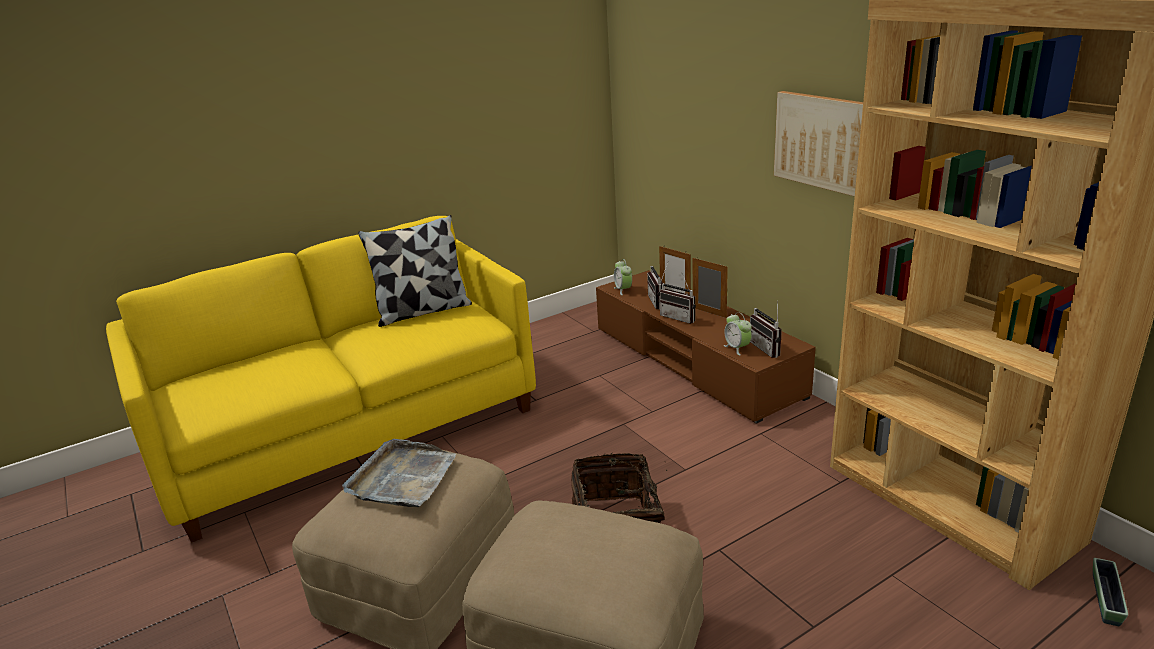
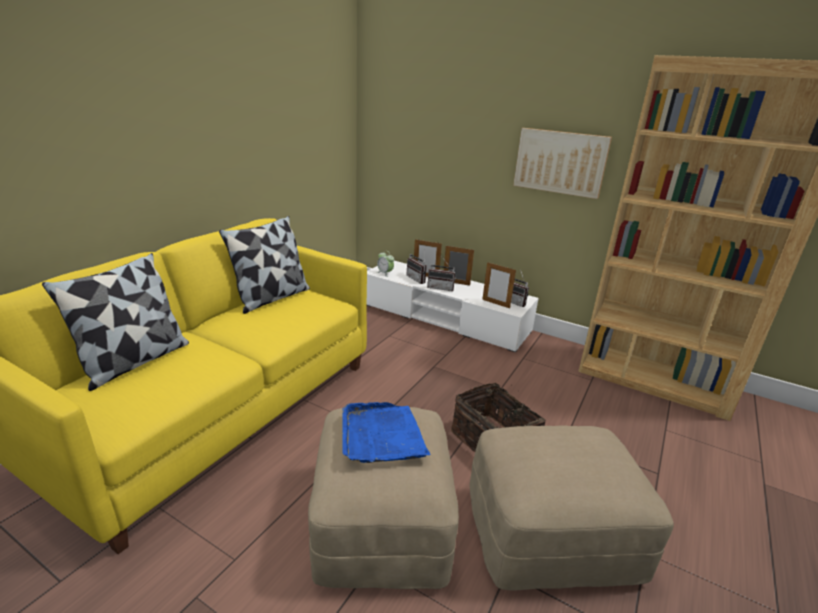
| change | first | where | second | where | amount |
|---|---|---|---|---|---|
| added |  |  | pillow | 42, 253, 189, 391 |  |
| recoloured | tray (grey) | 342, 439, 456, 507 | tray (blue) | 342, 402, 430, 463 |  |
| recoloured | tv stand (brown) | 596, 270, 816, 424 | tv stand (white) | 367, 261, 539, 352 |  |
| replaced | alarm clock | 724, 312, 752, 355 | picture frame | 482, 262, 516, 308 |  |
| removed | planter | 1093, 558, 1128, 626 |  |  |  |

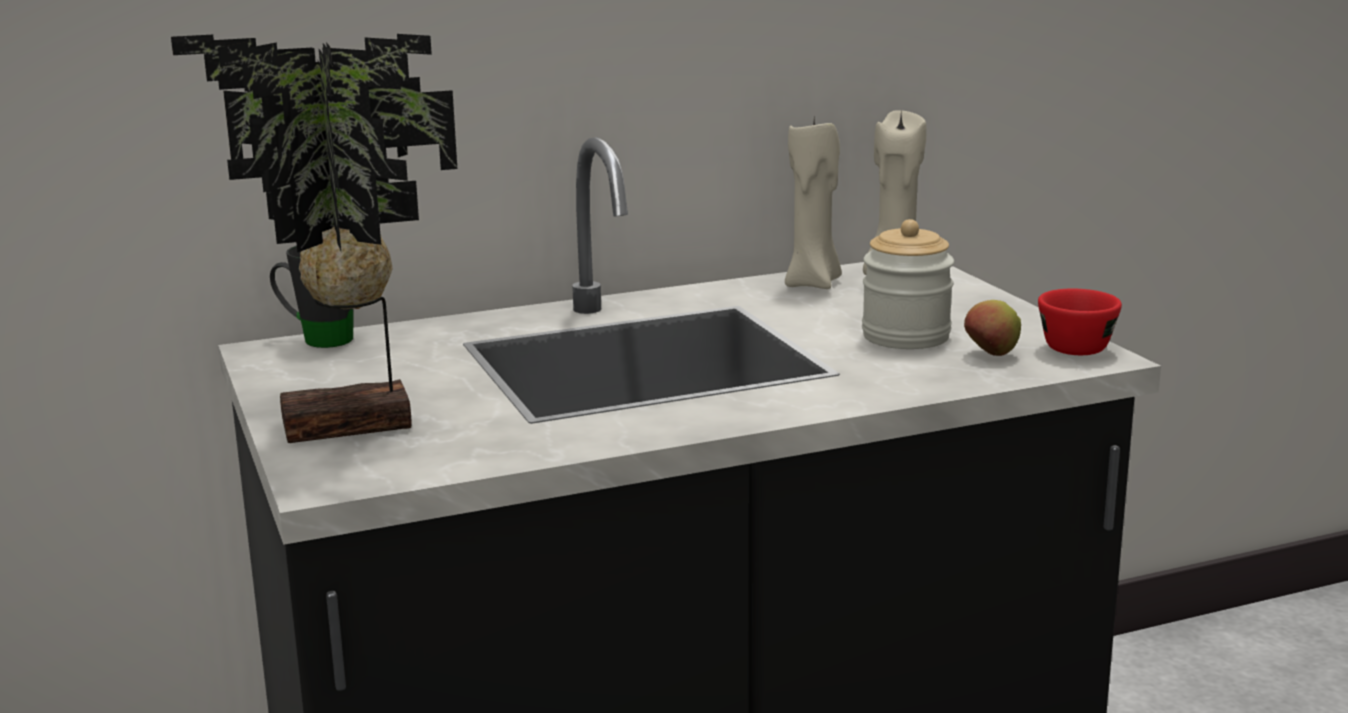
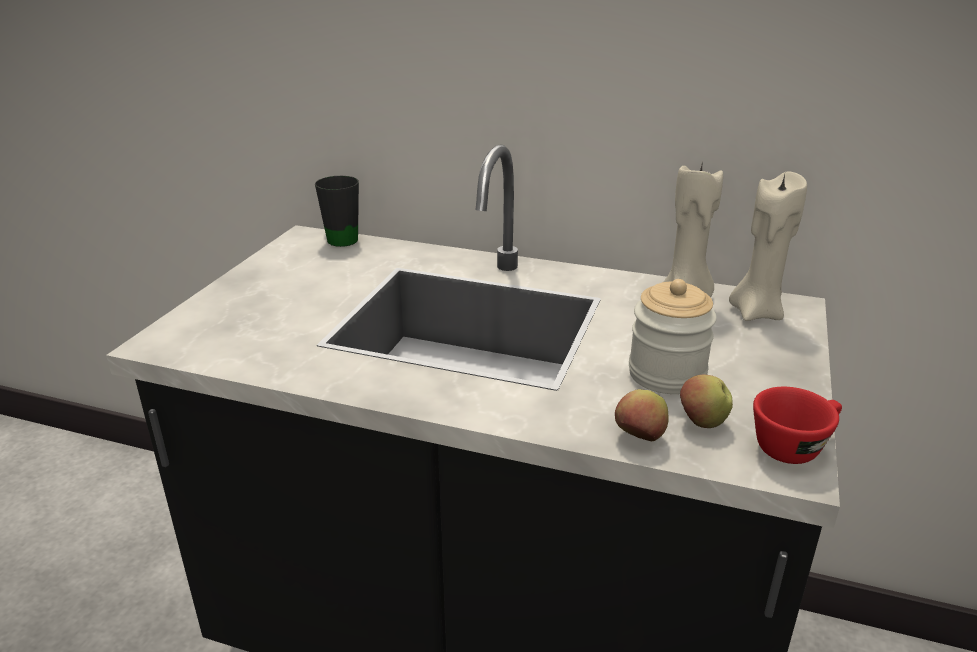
| change | first | where | second | where | amount |
|---|---|---|---|---|---|
| added |  |  | apple | 615, 389, 669, 441 |  |
| removed | potted plant | 171, 34, 457, 443 |  |  |  |

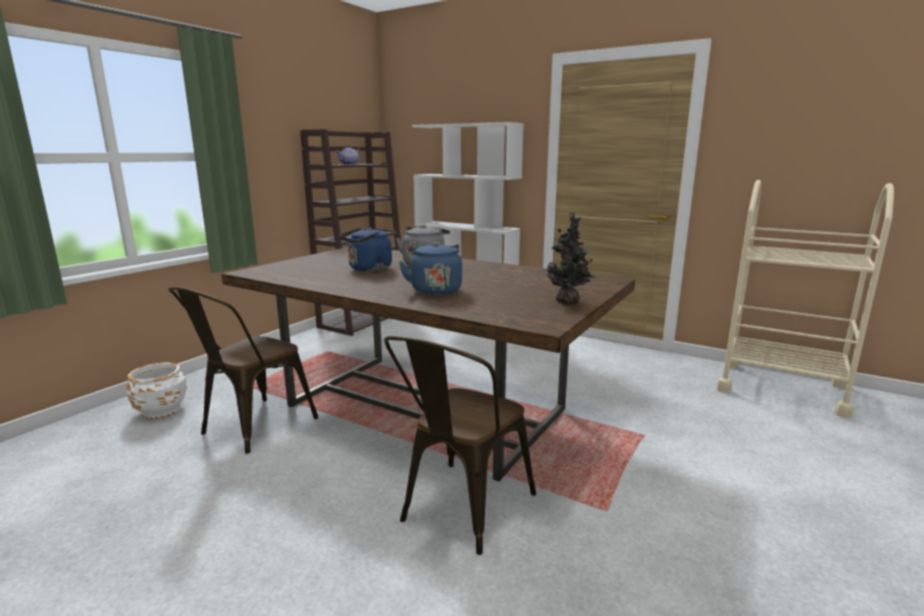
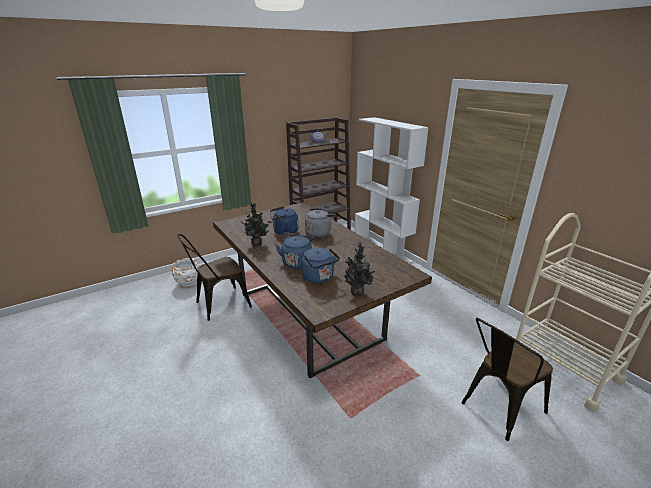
| change | first | where | second | where | amount |
|---|---|---|---|---|---|
| added |  |  | potted plant | 242, 202, 272, 245 |  |
| added |  |  | kettle (blue) | 301, 248, 340, 283 |  |
| moved | chair (brown) | 384, 336, 536, 555 |  | 461, 317, 553, 441 |  |

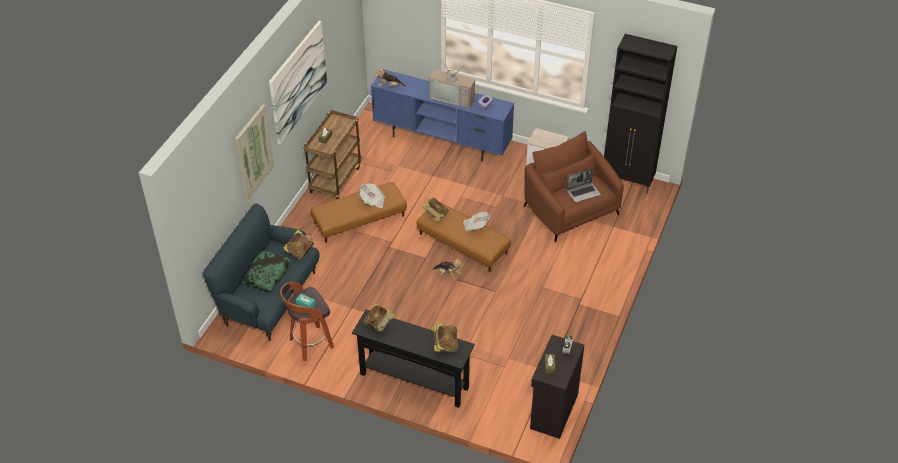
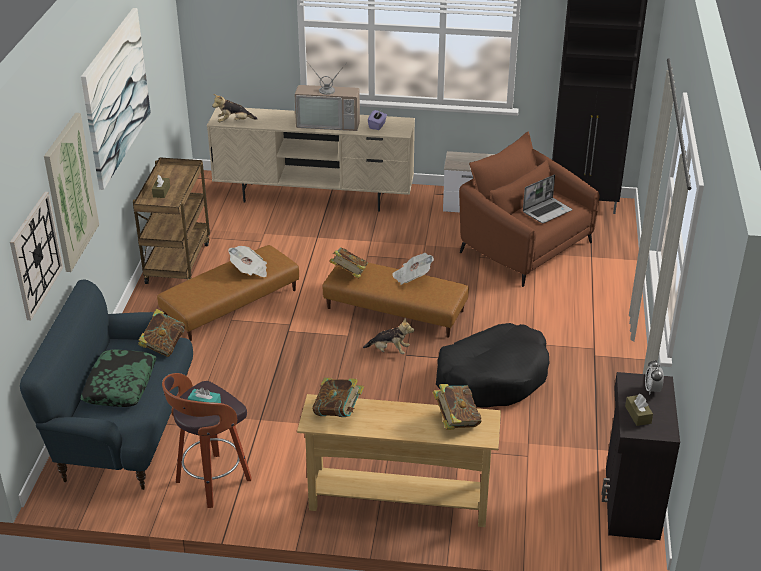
| change | first | where | second | where | amount |
|---|---|---|---|---|---|
| added |  |  | wall clock | 10, 192, 63, 320 |  |
| recoloured | tv stand (blue) | 371, 69, 514, 162 | tv stand (beige) | 207, 107, 415, 212 |  |
| recoloured | console table (black) | 352, 309, 475, 408 | console table (beige) | 297, 394, 501, 527 |  |
| added |  |  | dog bed (black) | 436, 323, 549, 408 |  |

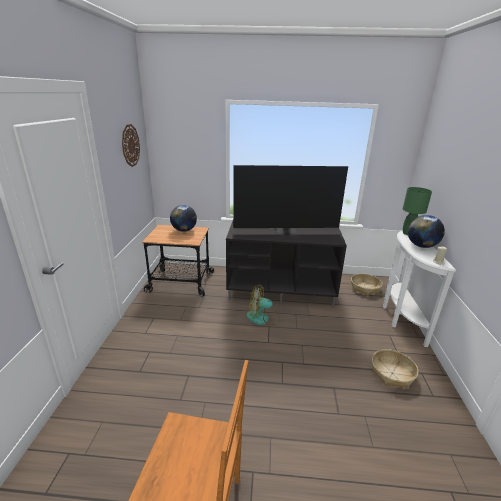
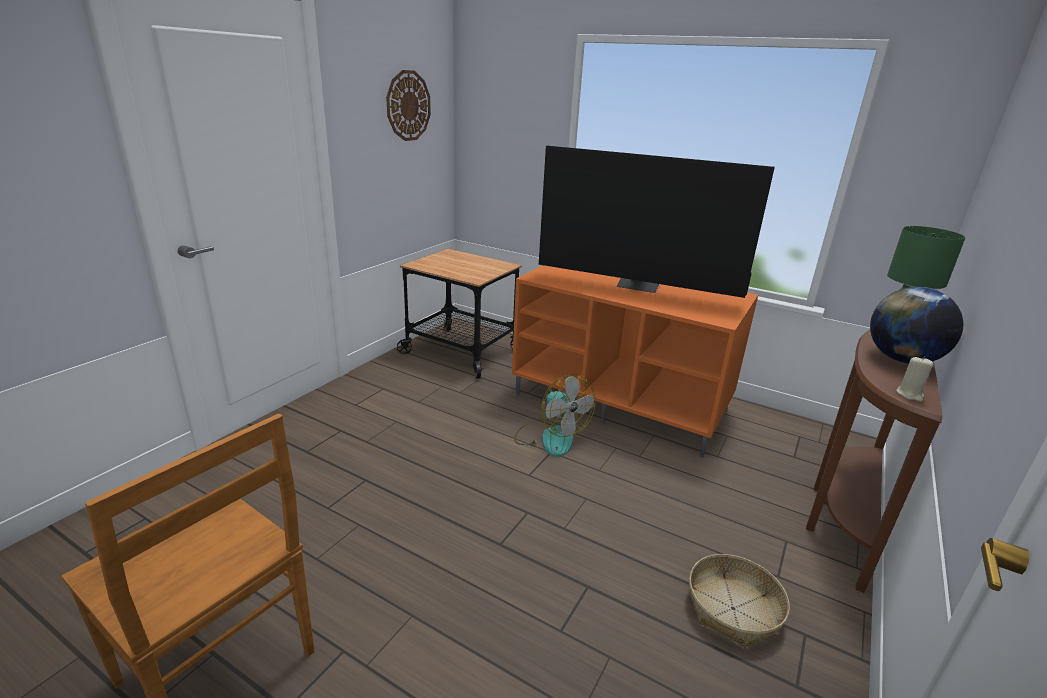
| change | first | where | second | where | amount |
|---|---|---|---|---|---|
| recoloured | tv stand (black) | 226, 221, 347, 307 | tv stand (orange) | 512, 265, 758, 457 |  |
| turned | fan | 247, 285, 281, 325 |  | 514, 374, 596, 457 | 150 degrees counterclockwise |
| recoloured | console table (white) | 383, 230, 456, 347 | console table (brown) | 806, 330, 943, 593 |  |
| removed | globe | 170, 205, 197, 232 |  |  |  |
| removed | basket | 351, 274, 382, 295 |  |  |  |

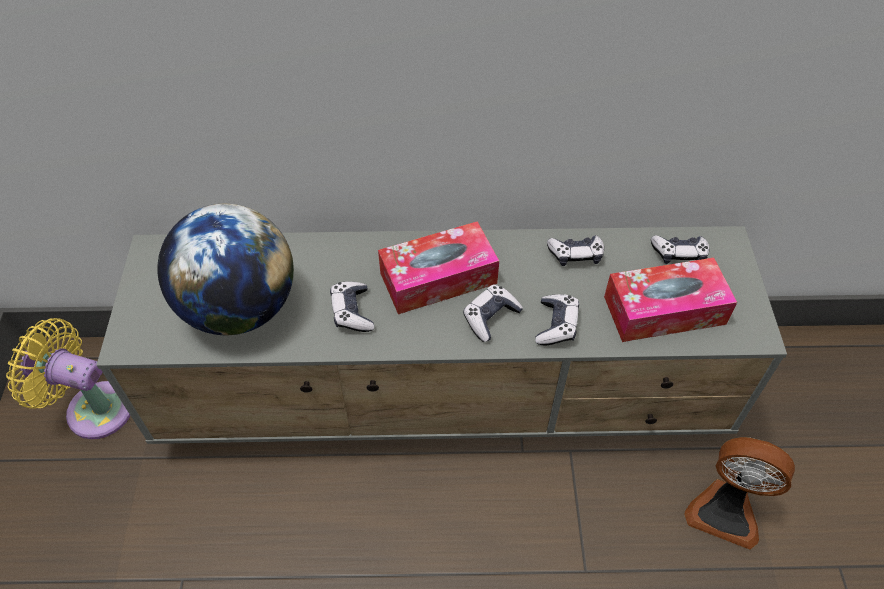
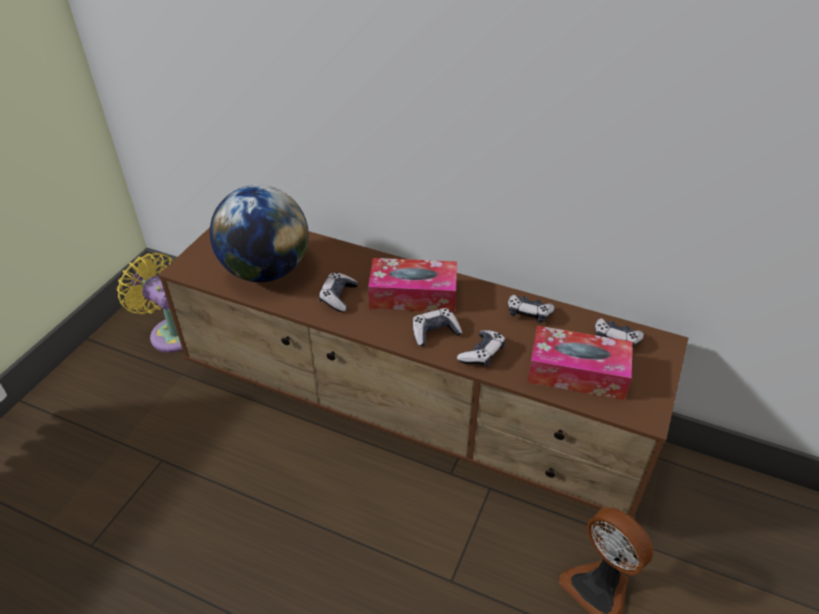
| change | first | where | second | where | amount |
|---|---|---|---|---|---|
| recoloured | tv stand (grey) | 96, 226, 787, 444 | tv stand (brown) | 158, 227, 688, 518 |  |

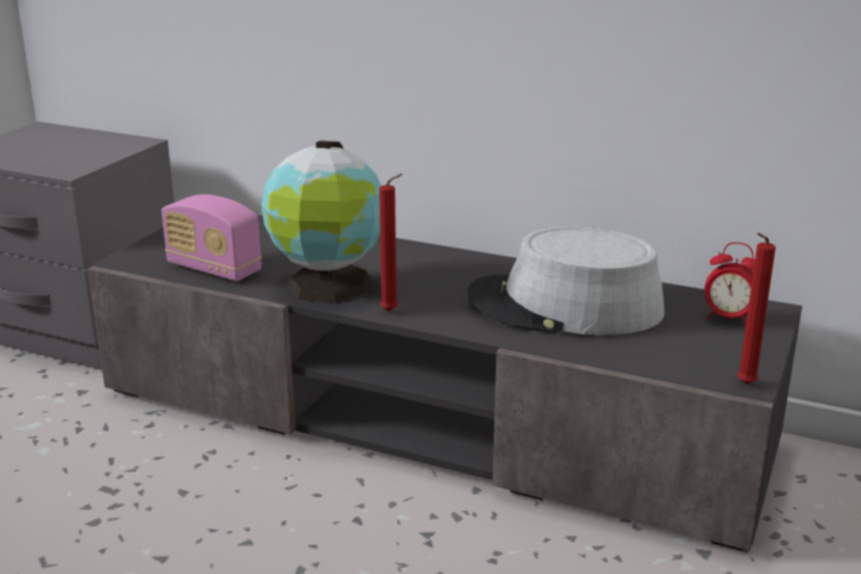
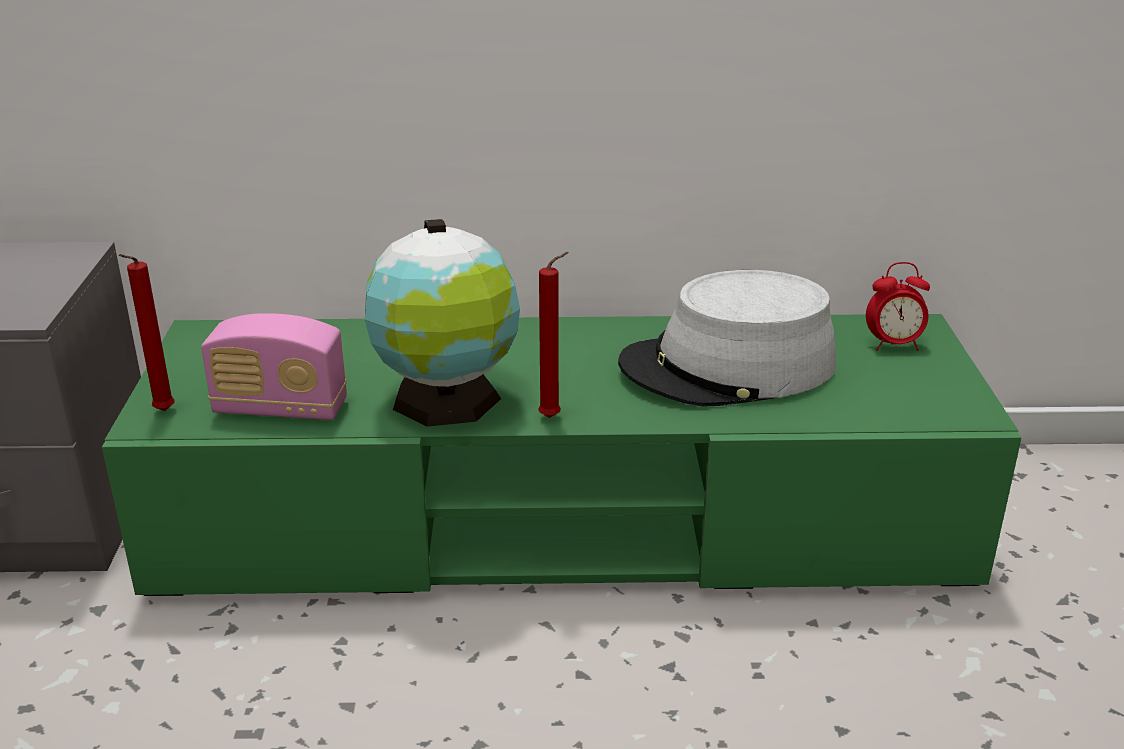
| change | first | where | second | where | amount |
|---|---|---|---|---|---|
| recoloured | tv stand (grey) | 87, 215, 802, 552 | tv stand (green) | 102, 314, 1022, 596 |  |
| moved | candle (red) | 737, 233, 776, 384 |  | 119, 254, 175, 411 |  |

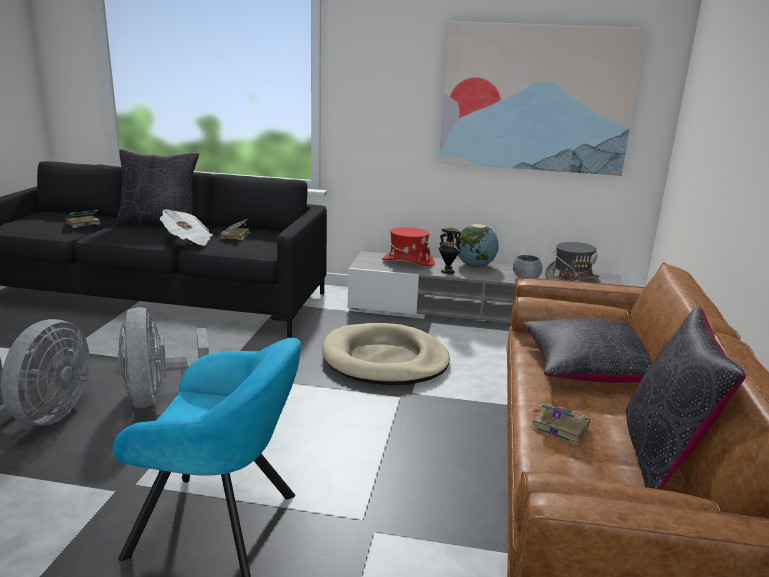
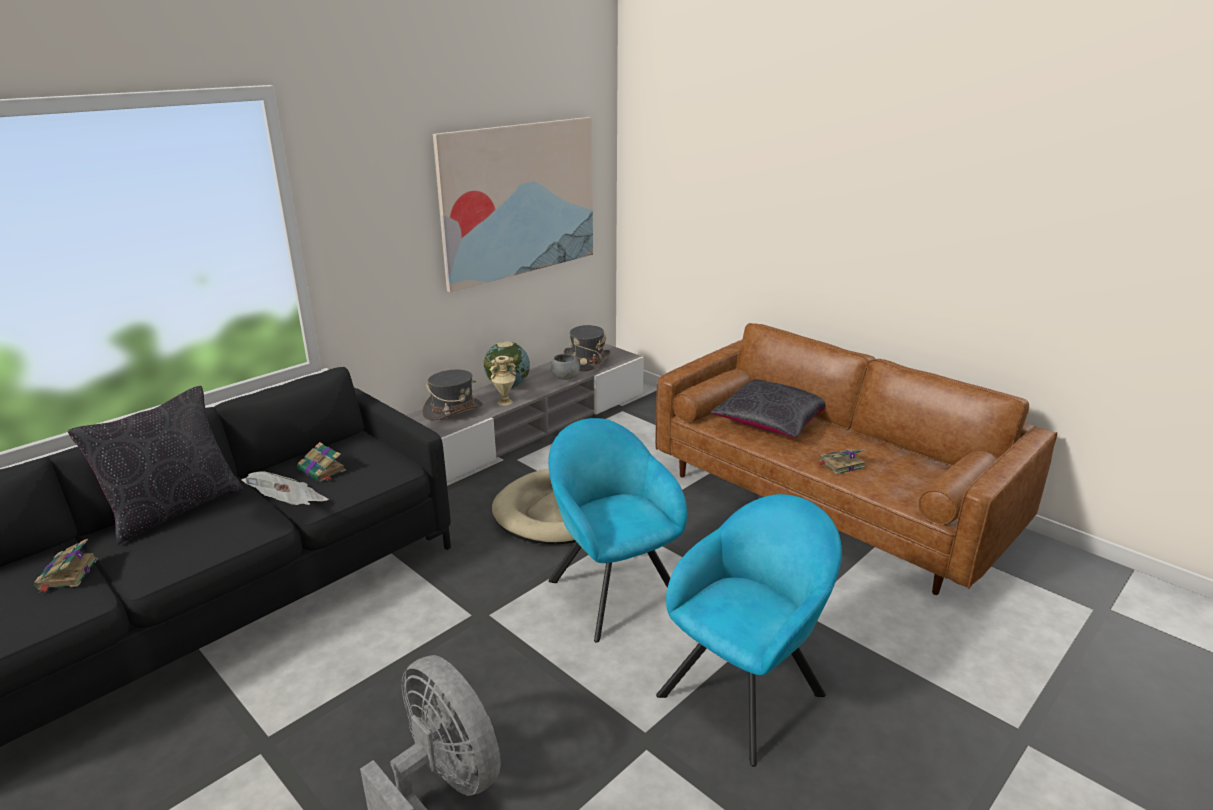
| change | first | where | second | where | amount |
|---|---|---|---|---|---|
| recoloured | hat (red) | 382, 227, 435, 266 | hat (grey) | 422, 370, 483, 421 |  |
| recoloured | vase (black) | 439, 228, 461, 274 | vase (beige) | 490, 356, 516, 406 |  |
| added |  |  | armchair (turquoise) | 548, 418, 687, 643 |  |
| removed | fan (grey) | 118, 307, 209, 408 |  |  |  |
| removed | pillow (black) | 626, 306, 746, 490 |  |  |  |

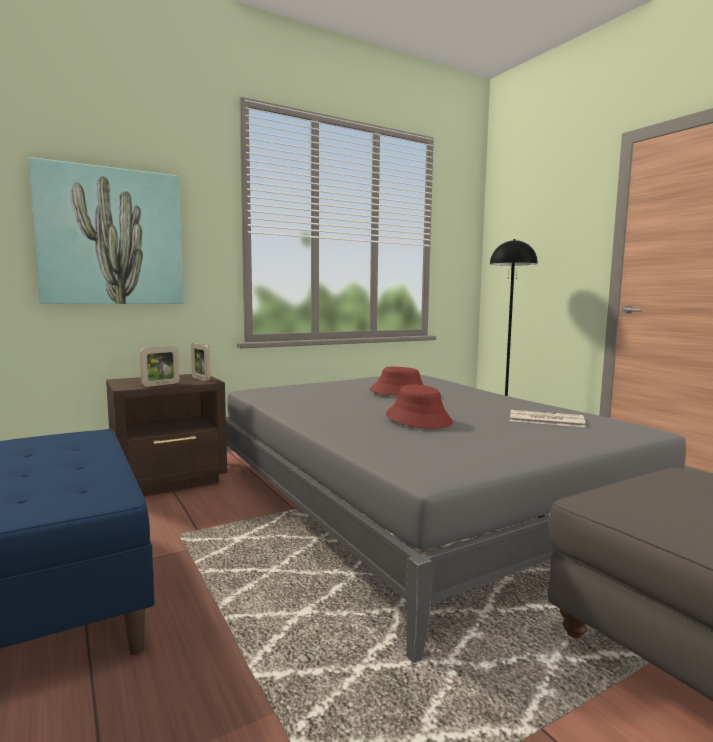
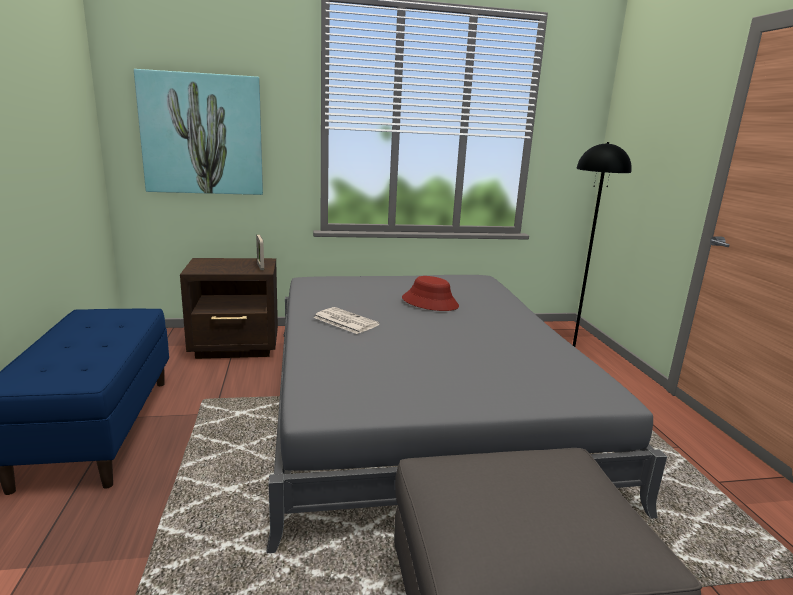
| change | first | where | second | where | amount |
|---|---|---|---|---|---|
| moved | newspaper | 510, 410, 586, 427 |  | 313, 307, 380, 334 |  |
| removed | picture frame | 140, 347, 179, 387 |  |  |  |
| removed | hat (red) | 386, 384, 453, 429 |  |  |  |

